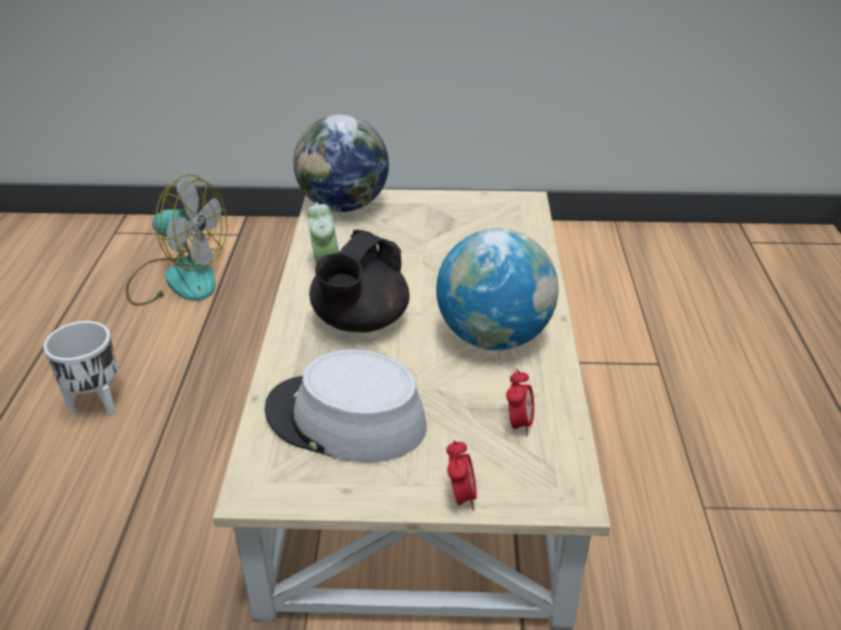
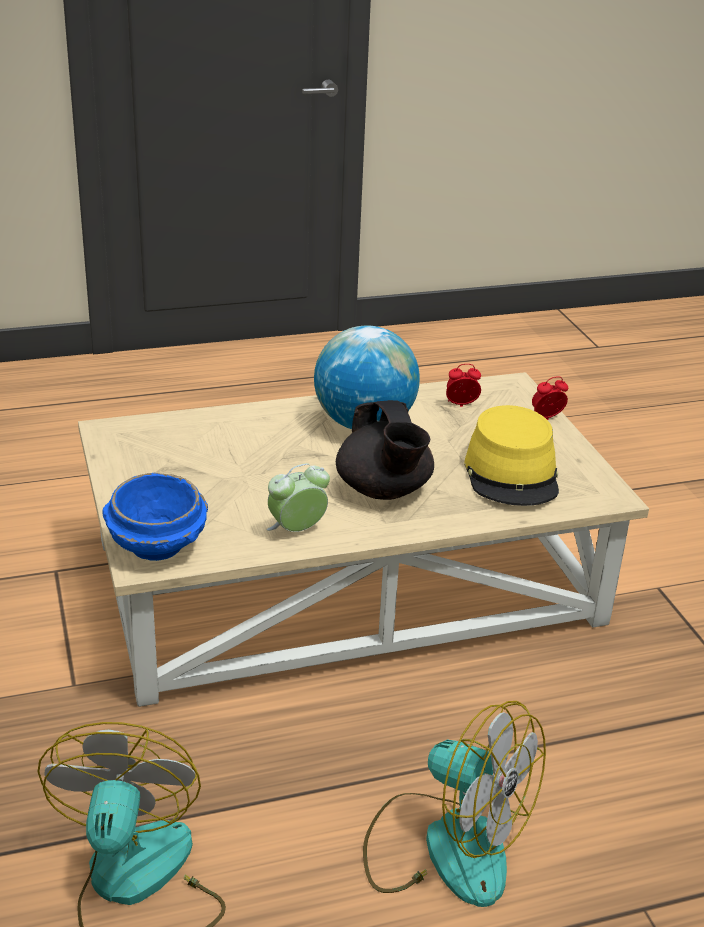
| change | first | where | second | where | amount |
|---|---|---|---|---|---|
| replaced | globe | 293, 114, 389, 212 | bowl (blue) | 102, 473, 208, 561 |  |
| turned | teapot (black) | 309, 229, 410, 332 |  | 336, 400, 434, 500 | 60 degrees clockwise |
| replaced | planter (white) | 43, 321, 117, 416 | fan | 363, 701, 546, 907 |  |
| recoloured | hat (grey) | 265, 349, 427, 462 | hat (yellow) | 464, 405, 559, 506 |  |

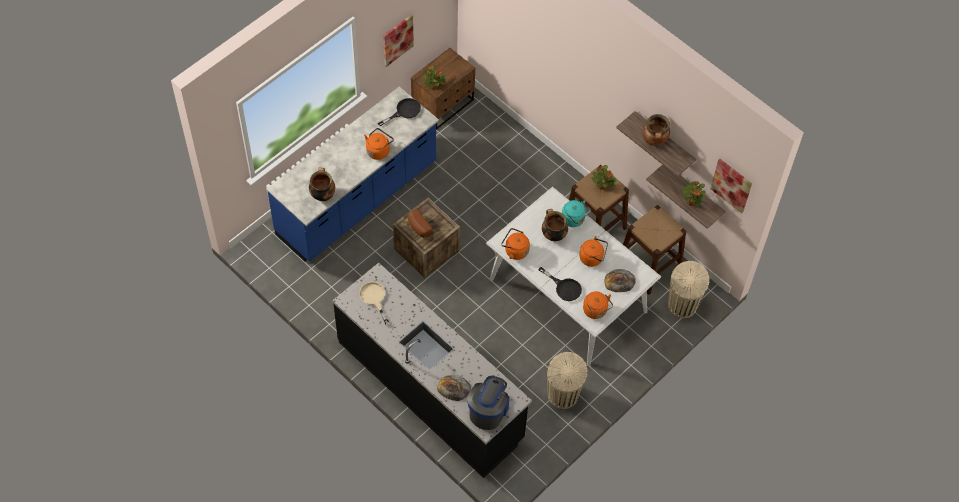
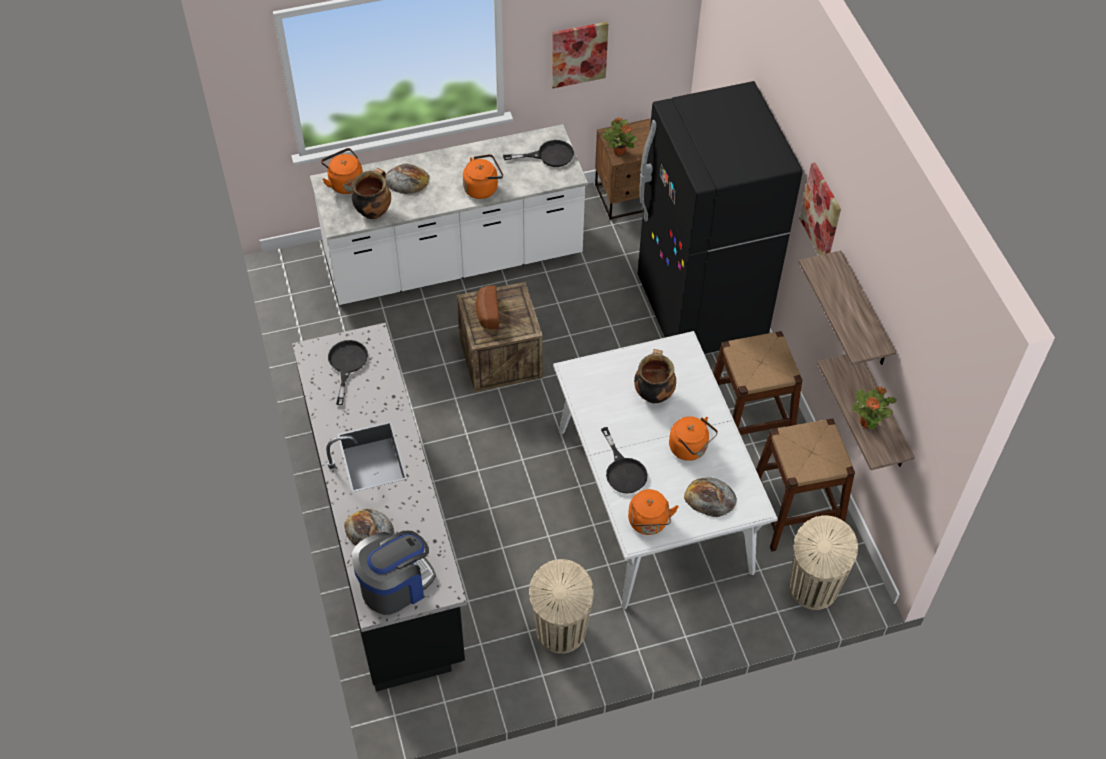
| change | first | where | second | where | amount |
|---|---|---|---|---|---|
| recoloured | counter (blue) | 266, 87, 439, 262 | counter (white) | 310, 124, 588, 305 |  |
| moved | kettle (orange) | 501, 228, 530, 260 |  | 321, 148, 363, 194 |  |
| recoloured | frying pan (beige) | 359, 282, 389, 325 | frying pan (black) | 328, 340, 368, 405 |  |
| added |  |  | bread | 385, 164, 430, 194 |  |
| added |  |  | fridge (black) | 638, 81, 803, 355 |  |
| moved | picture | 710, 159, 752, 214 |  | 799, 163, 841, 255 |  |
| removed | kettle (turquoise) | 562, 200, 591, 227 |  |  |  |
| removed | potted plant | 591, 165, 617, 190 |  |  |  |
| removed | cooking pot | 643, 114, 670, 146 |  |  |  |

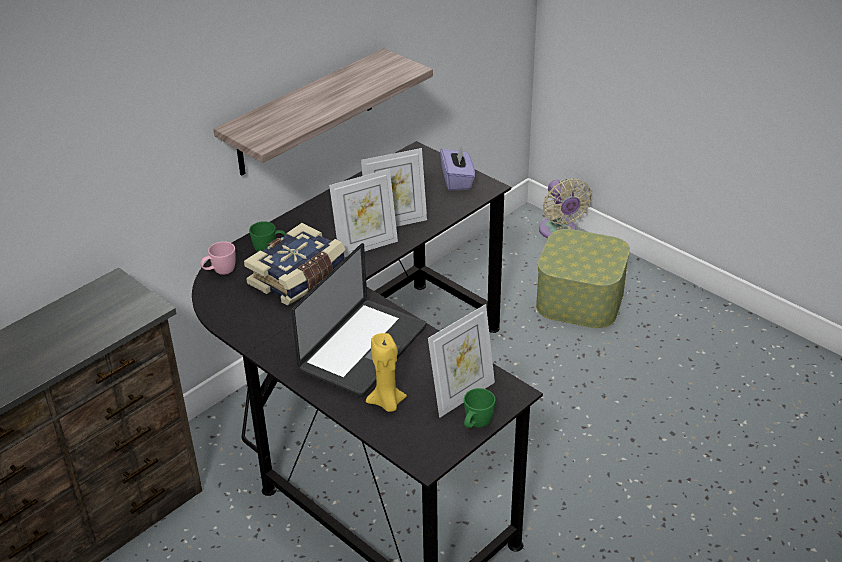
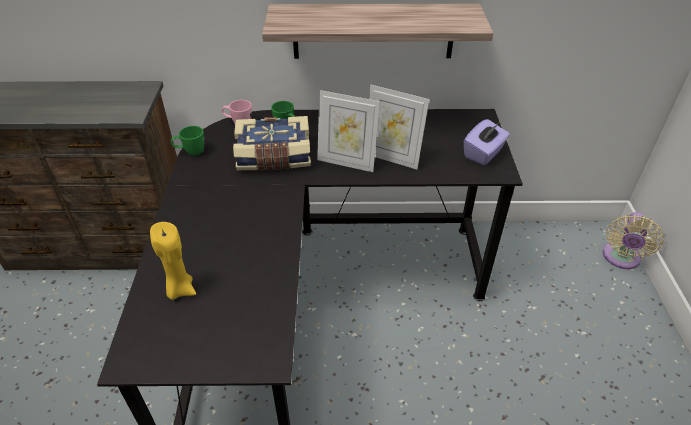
| change | first | where | second | where | amount |
|---|---|---|---|---|---|
| moved | mug (green) | 464, 388, 496, 428 |  | 171, 126, 204, 155 |  |
| removed | laptop | 291, 243, 426, 397 |  |  |  |
| removed | picture frame | 428, 304, 495, 418 |  |  |  |
| removed | storage box | 536, 229, 630, 329 |  |  |  |

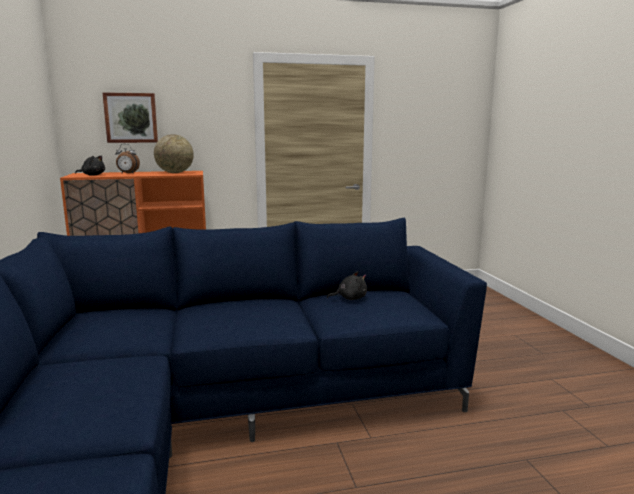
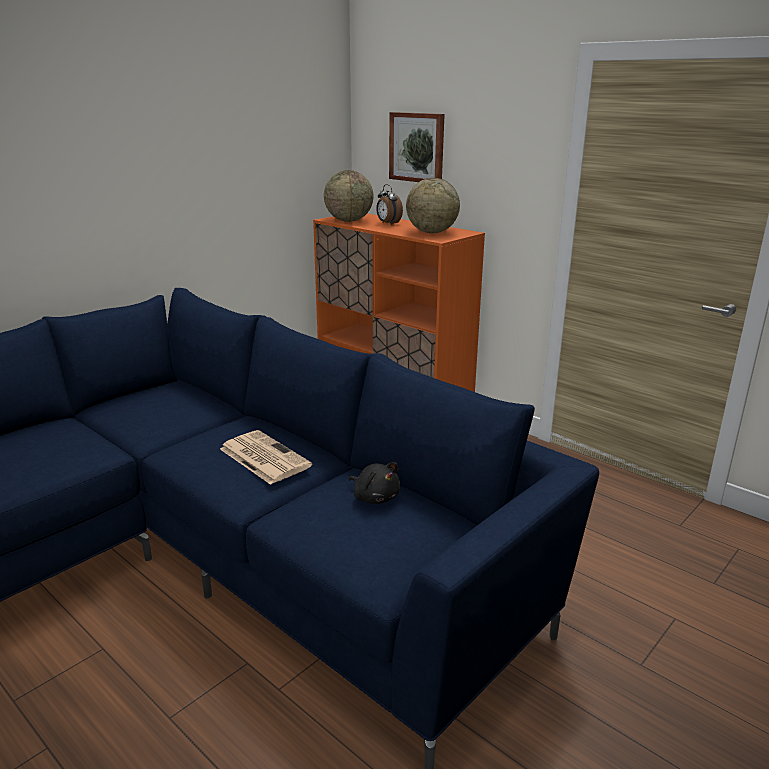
| change | first | where | second | where | amount |
|---|---|---|---|---|---|
| added |  |  | newspaper | 220, 430, 312, 485 |  |
| replaced | plush toy (black) | 75, 155, 105, 176 | globe | 324, 170, 373, 222 |  |

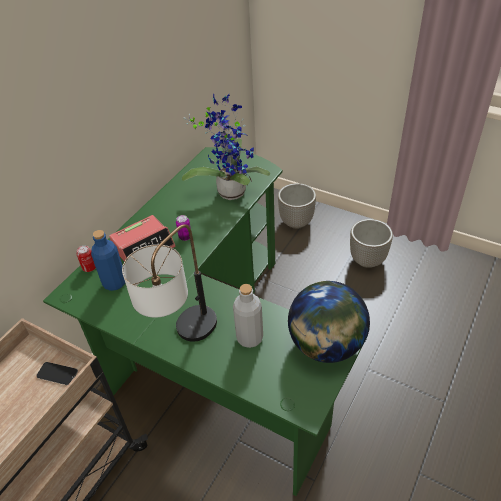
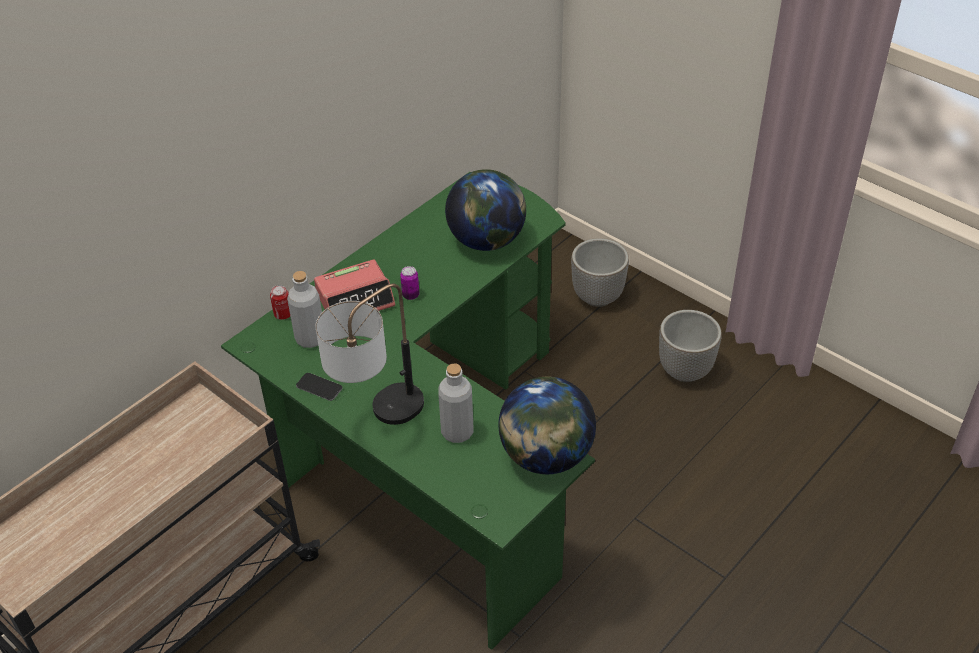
| change | first | where | second | where | amount |
|---|---|---|---|---|---|
| recoloured | bottle (blue) | 91, 230, 125, 291 | bottle (grey) | 287, 271, 322, 348 |  |
| moved | phone | 36, 362, 78, 385 |  | 296, 373, 343, 401 |  |
| replaced | potted plant | 182, 93, 270, 200 | globe | 445, 169, 526, 251 |  |

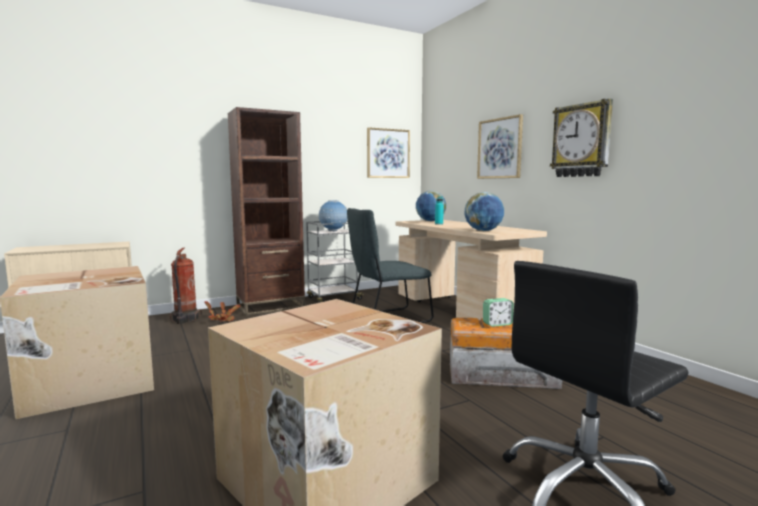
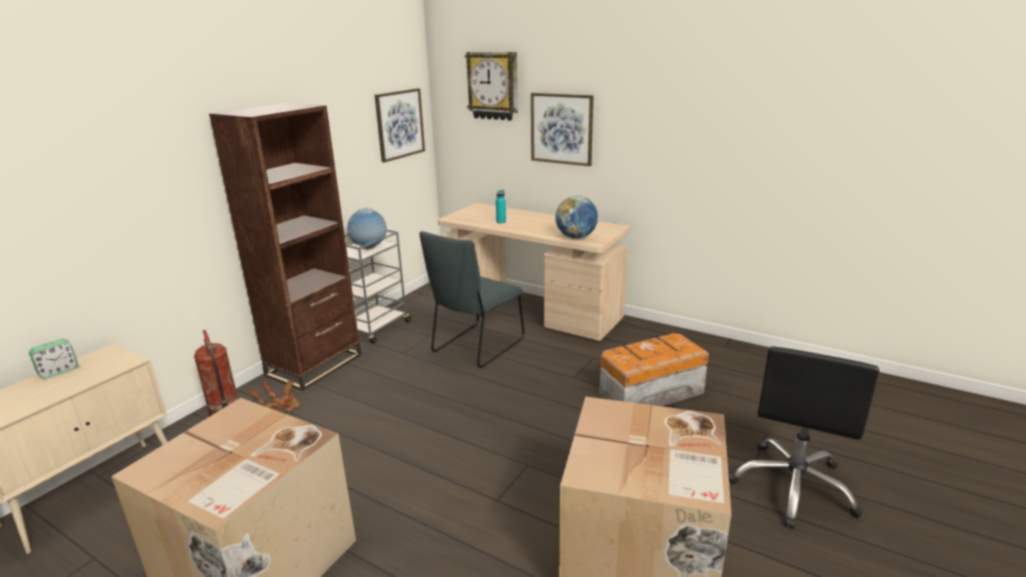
| change | first | where | second | where | amount |
|---|---|---|---|---|---|
| moved | alarm clock | 483, 298, 514, 327 |  | 29, 339, 78, 379 |  |
| moved | wall clock | 550, 99, 613, 177 |  | 465, 52, 518, 121 |  |
| removed | globe | 416, 190, 446, 221 |  |  |  |

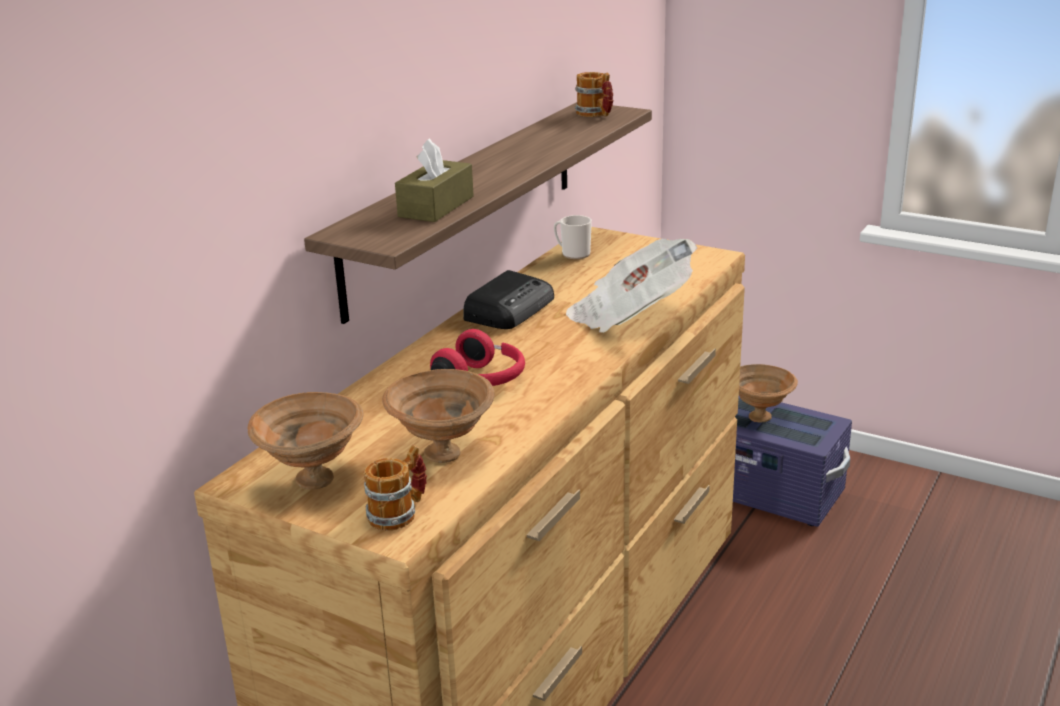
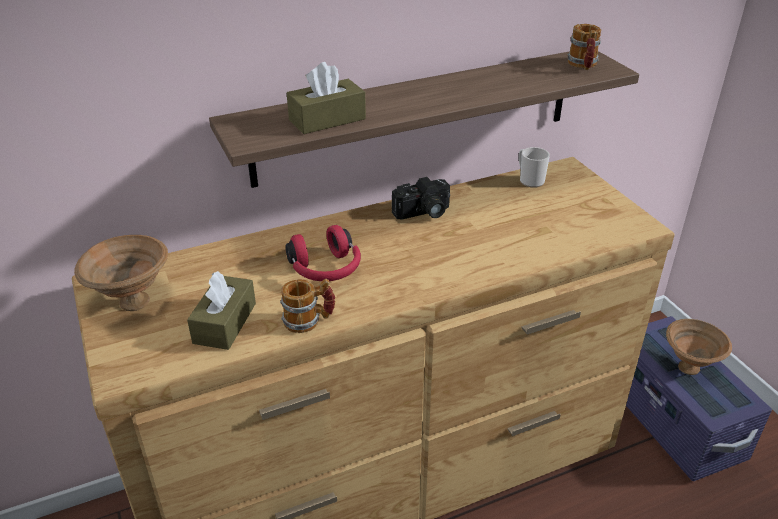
| change | first | where | second | where | amount |
|---|---|---|---|---|---|
| replaced | bowl (brown) | 382, 369, 495, 463 | tissue box (brown) | 187, 271, 256, 350 |  |
| moved | mug | 364, 445, 427, 531 |  | 280, 279, 336, 333 |  |
| replaced | radio | 463, 270, 554, 329 | photo camera | 392, 177, 450, 219 |  |
| removed | newspaper | 566, 239, 697, 333 |  |  |  |

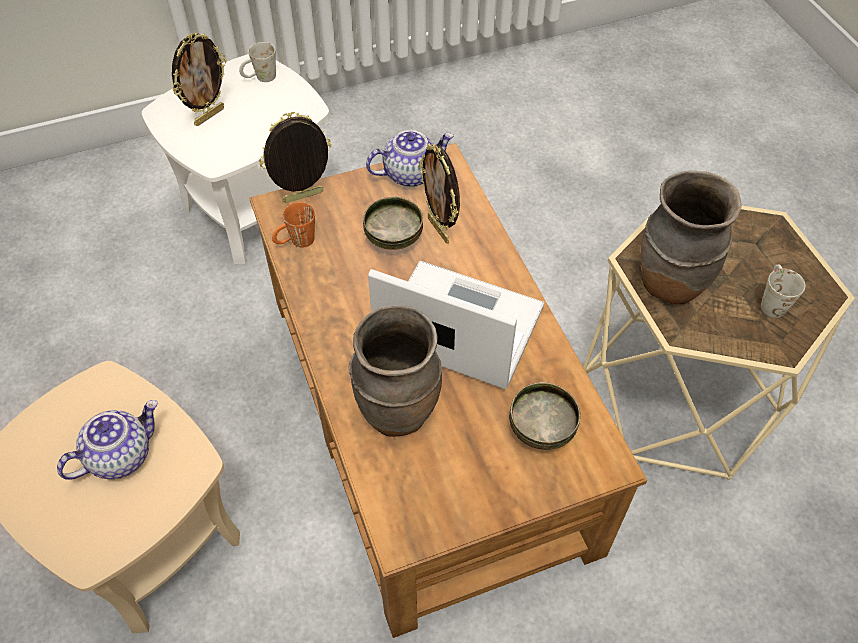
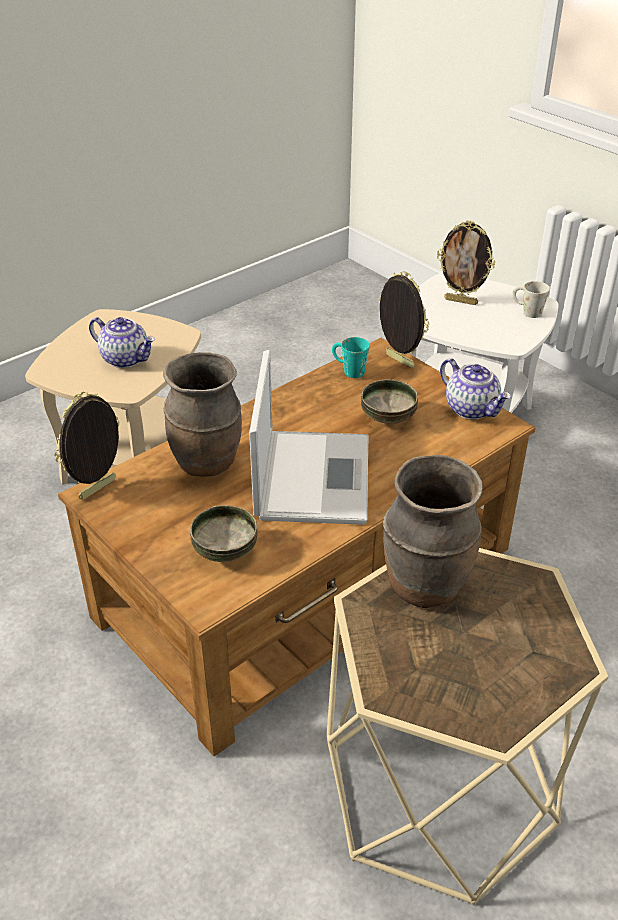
| change | first | where | second | where | amount |
|---|---|---|---|---|---|
| moved | picture frame | 419, 143, 460, 244 |  | 54, 392, 120, 500 |  |
| recoloured | mug (orange) | 272, 202, 315, 248 | mug (turquoise) | 332, 337, 370, 378 |  |
| removed | mug (white) | 761, 264, 805, 318 |  |  |  |

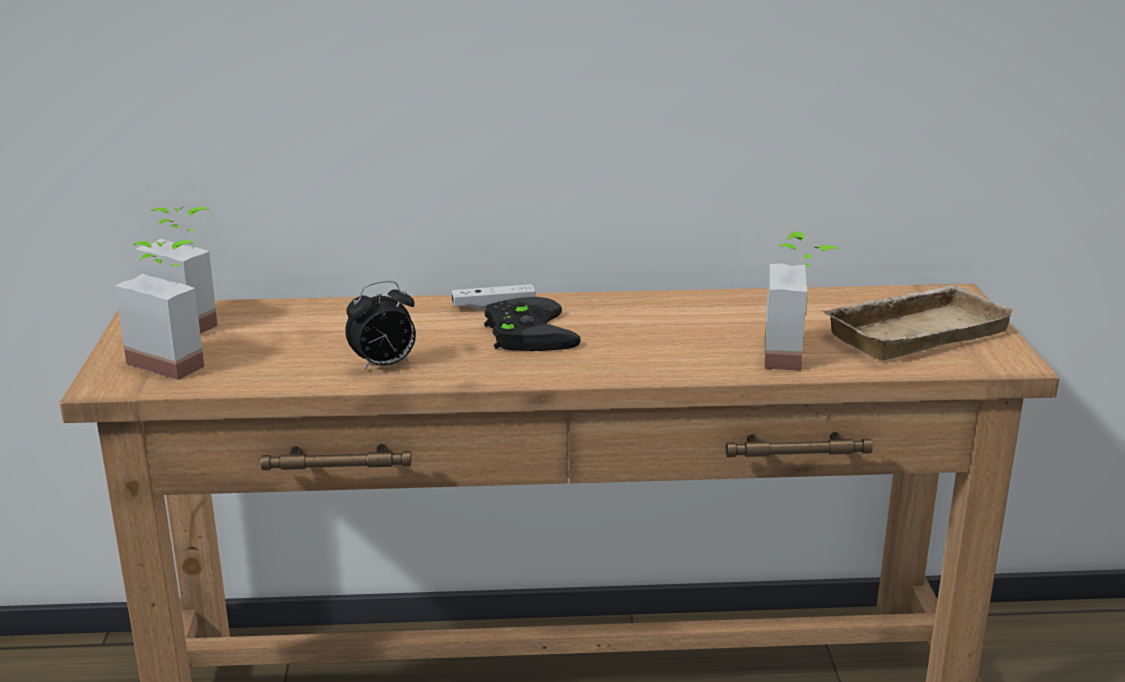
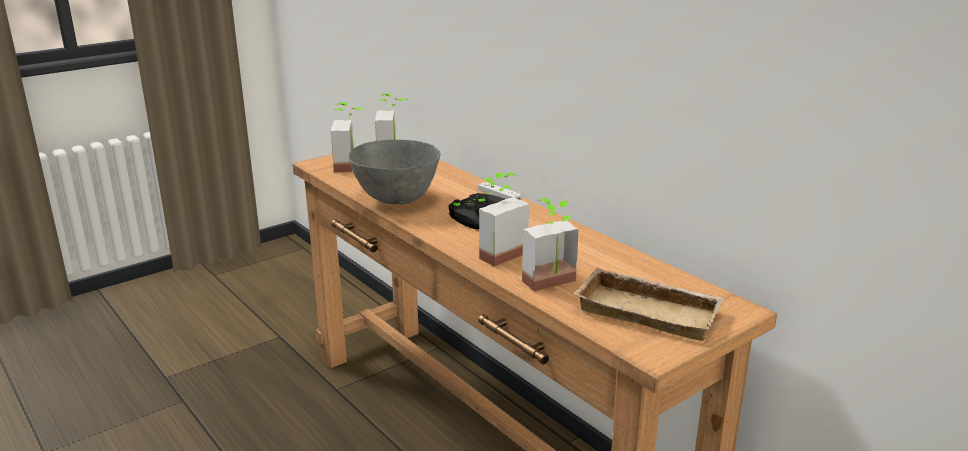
| change | first | where | second | where | amount |
|---|---|---|---|---|---|
| replaced | alarm clock | 345, 281, 416, 372 | bowl (grey) | 348, 139, 440, 204 |  |
| added |  |  | potted plant | 479, 173, 529, 267 |  |

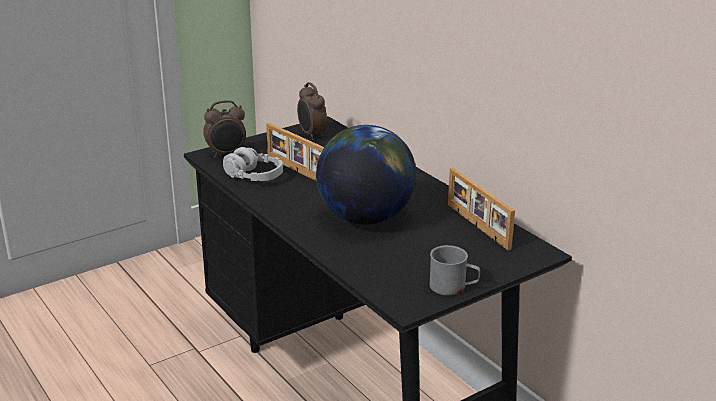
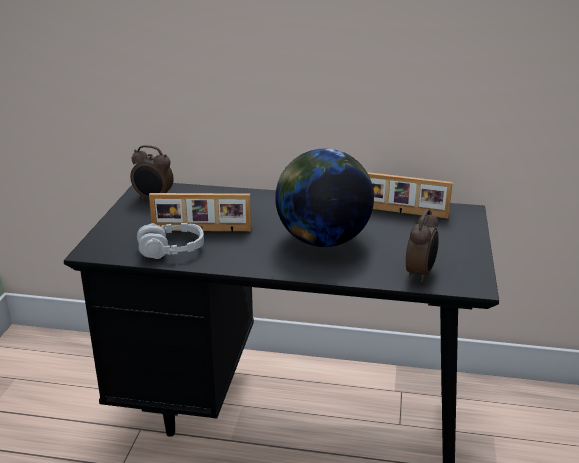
| change | first | where | second | where | amount |
|---|---|---|---|---|---|
| moved | alarm clock | 203, 100, 246, 158 |  | 406, 209, 439, 282 |  |
| removed | mug (grey) | 430, 245, 480, 296 |  |  |  |

